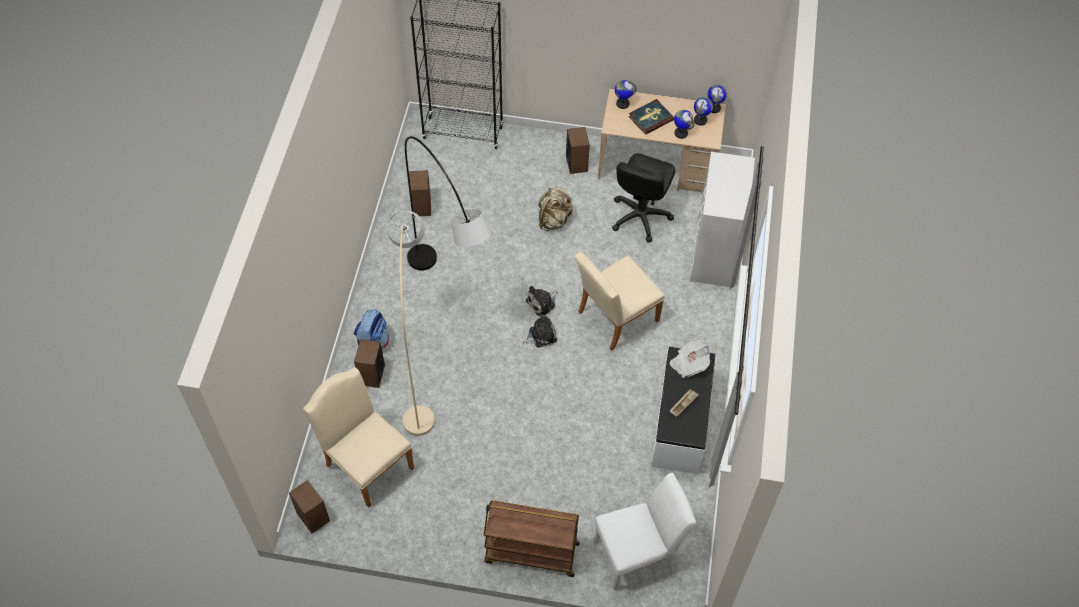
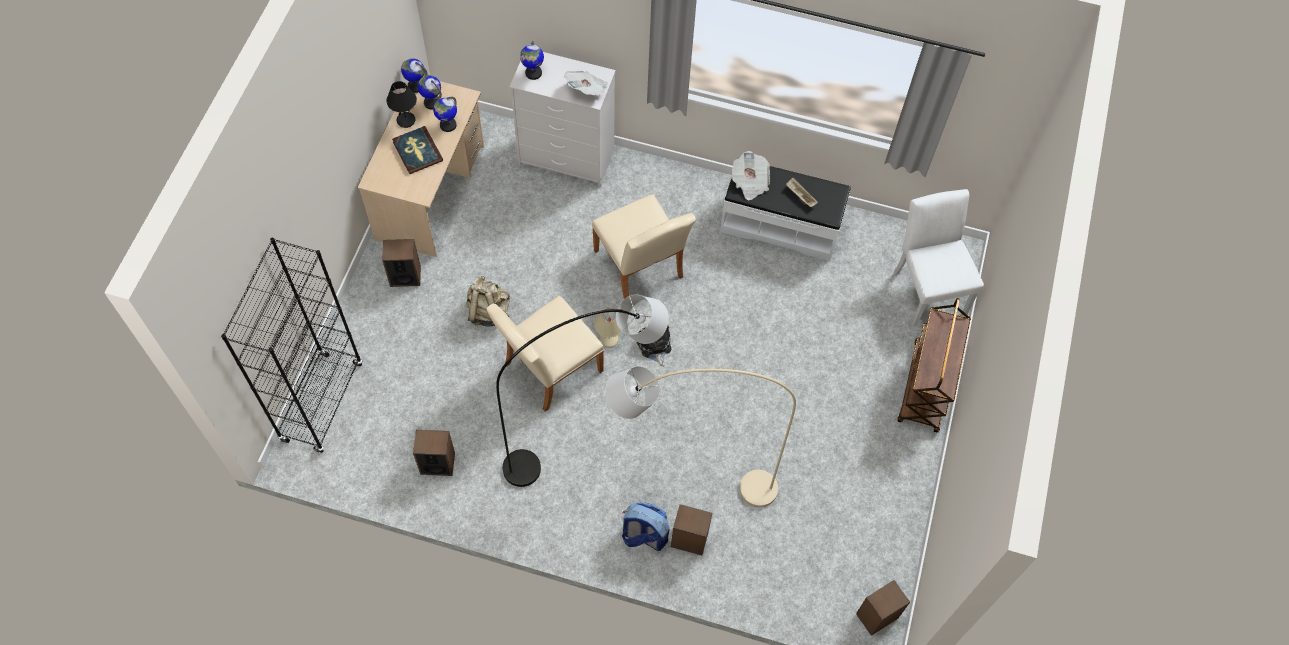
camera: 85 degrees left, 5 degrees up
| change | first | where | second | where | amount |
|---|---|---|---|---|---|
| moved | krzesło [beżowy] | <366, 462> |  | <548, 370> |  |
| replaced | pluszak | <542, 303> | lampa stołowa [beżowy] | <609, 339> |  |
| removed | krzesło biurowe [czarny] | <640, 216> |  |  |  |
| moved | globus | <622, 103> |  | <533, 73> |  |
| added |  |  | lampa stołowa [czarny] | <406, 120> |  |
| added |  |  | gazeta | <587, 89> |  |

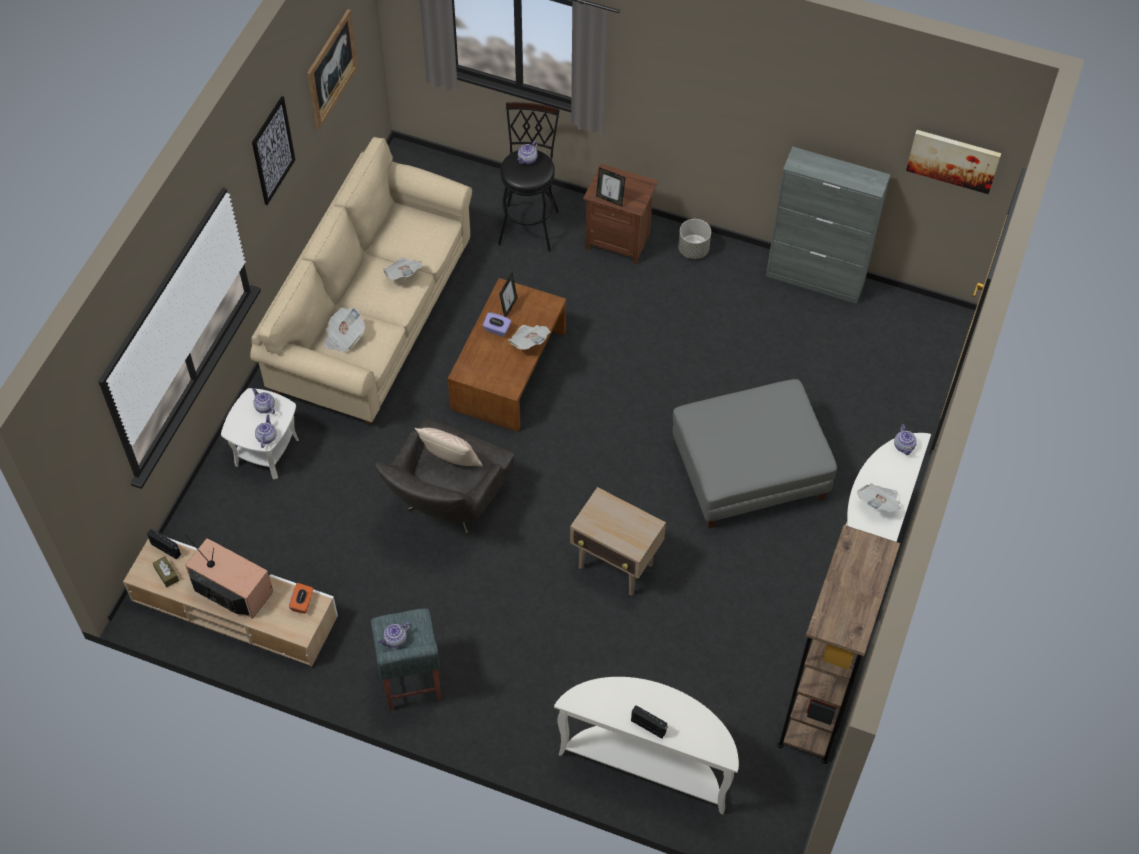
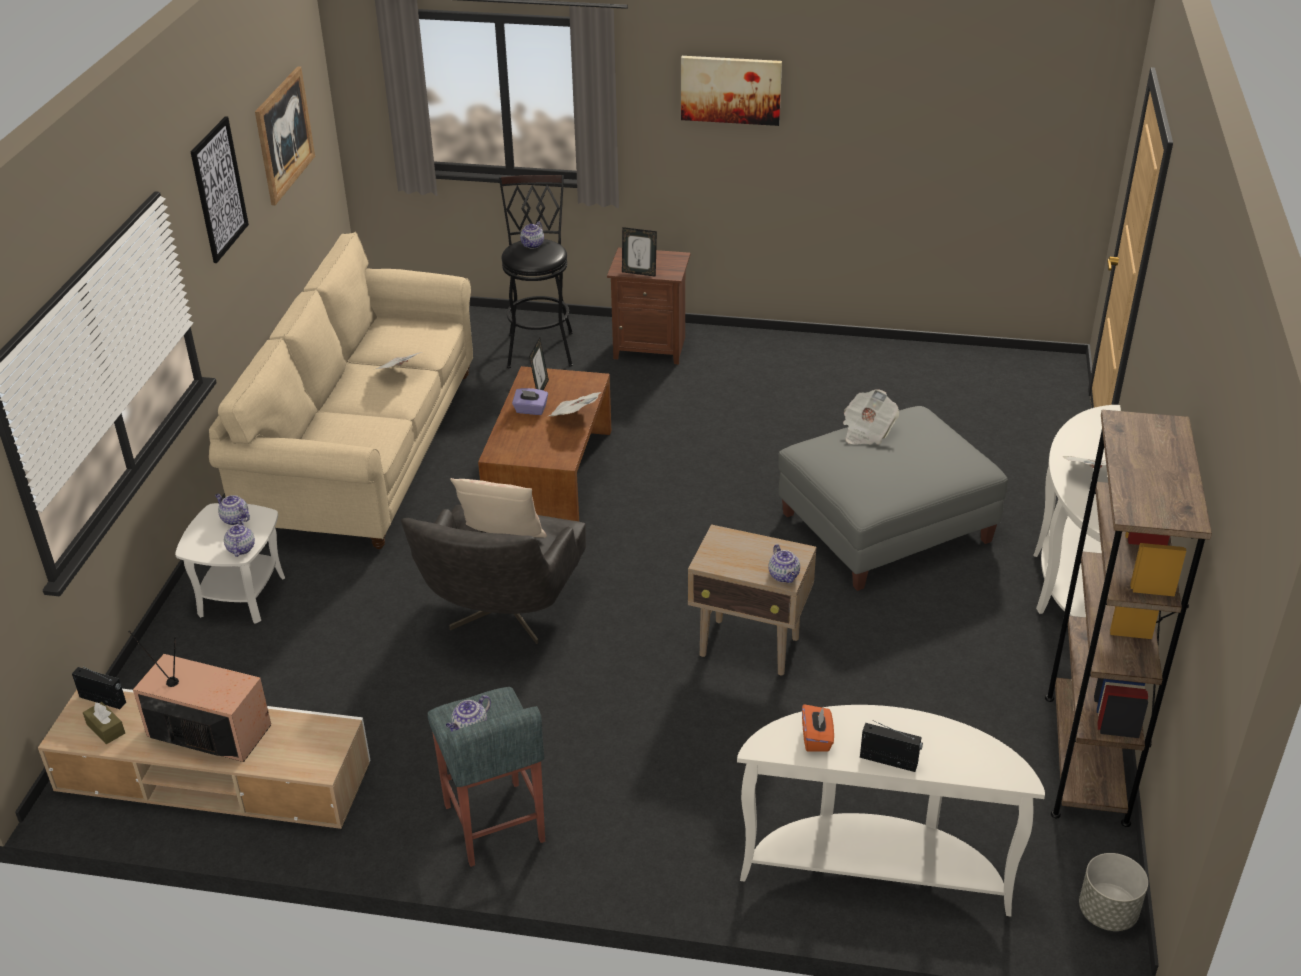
camera: 10 degrees left, 20 degrees down
| change | first | where | second | where | amount |
|---|---|---|---|---|---|
| moved | pudełko chusteczek [pomarańczowy] | <302, 603> |  | <816, 738> |  |
| moved | gazeta | <344, 337> |  | <867, 431> |  |
| moved | donica [szary] | <693, 250> |  | <1107, 913> |  |
| removed | szafka [szary] | <815, 279> |  |  |  |
| moved | imbryk | <904, 446> |  | <784, 576> |  |
| moved | obraz | <953, 160> |  | <731, 89> |  |

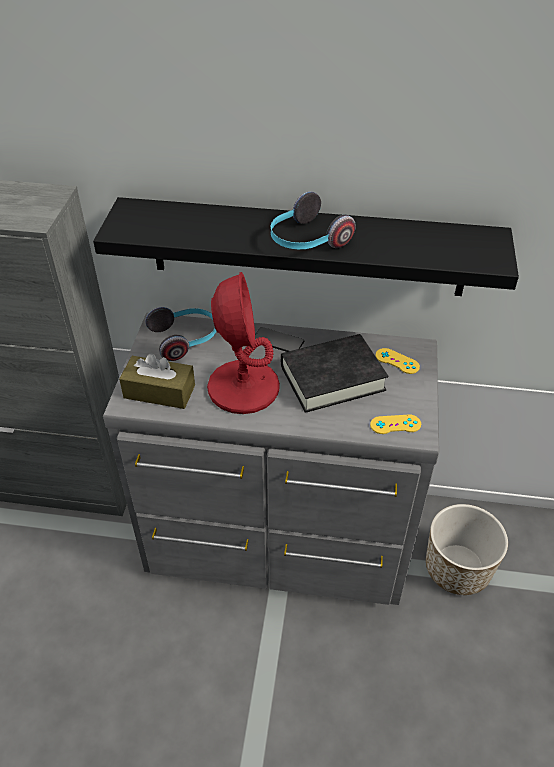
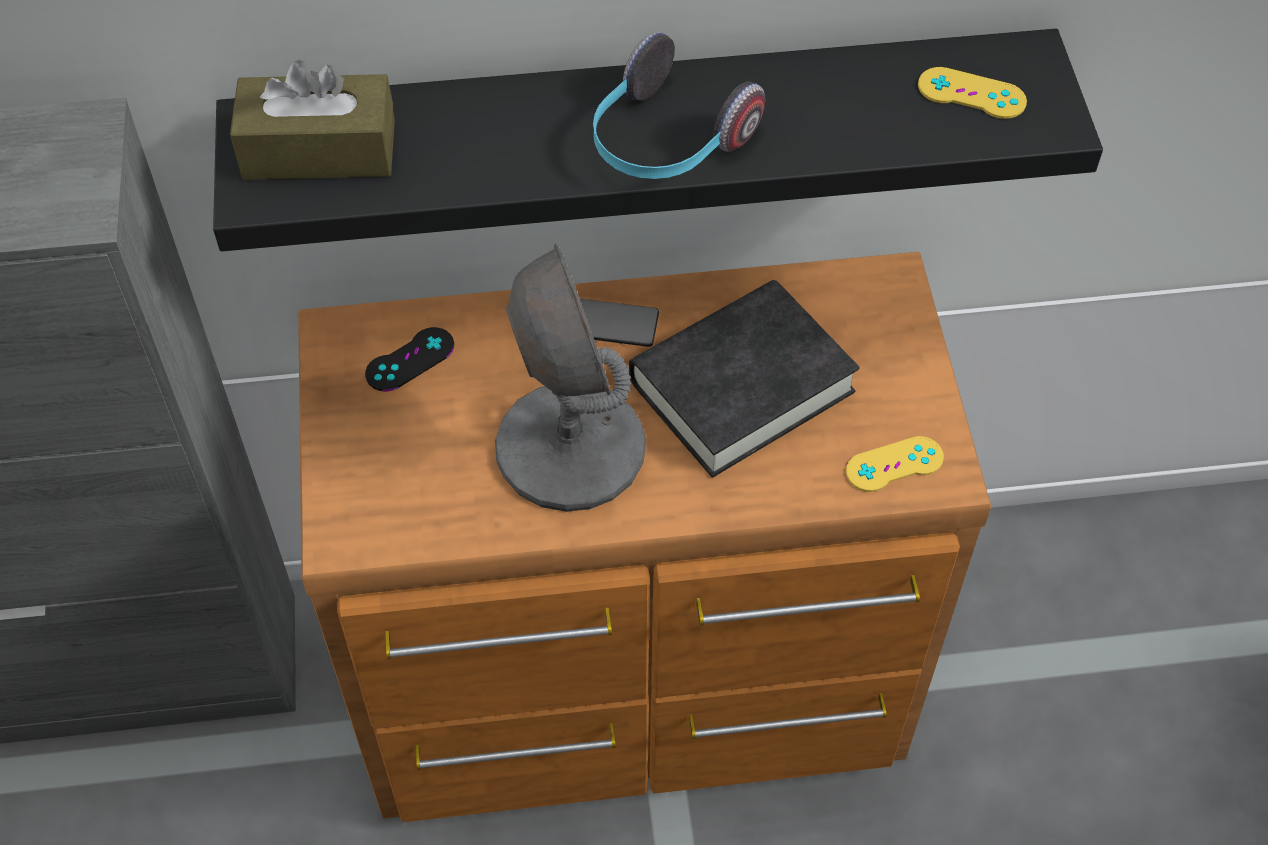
camera: 15 degrees left, 10 degrees up
| change | first | where | second | where | amount |
|---|---|---|---|---|---|
| recoloured | komoda [szary] | <279, 541> | komoda [brązowy] | <637, 685> |  |
| moved | pudełko chusteczek [brązowy] | <159, 391> |  | <319, 150> |  |
| replaced | słuchawki | <185, 339> | pad do gier [czarny] | <410, 360> |  |
| recoloured | lampa stołowa [czerwony] | <243, 387> | lampa stołowa [szary] | <570, 447> |  |
| moved | pad do gier [żółty] | <397, 361> |  | <971, 94> |  |
| removed | donica | <457, 569> |  |  |  |

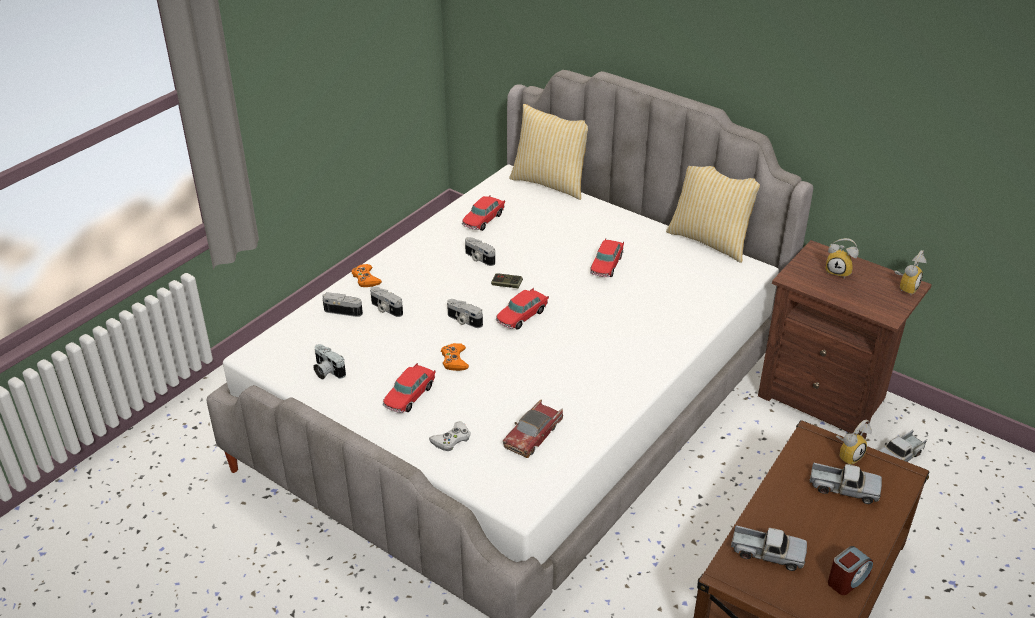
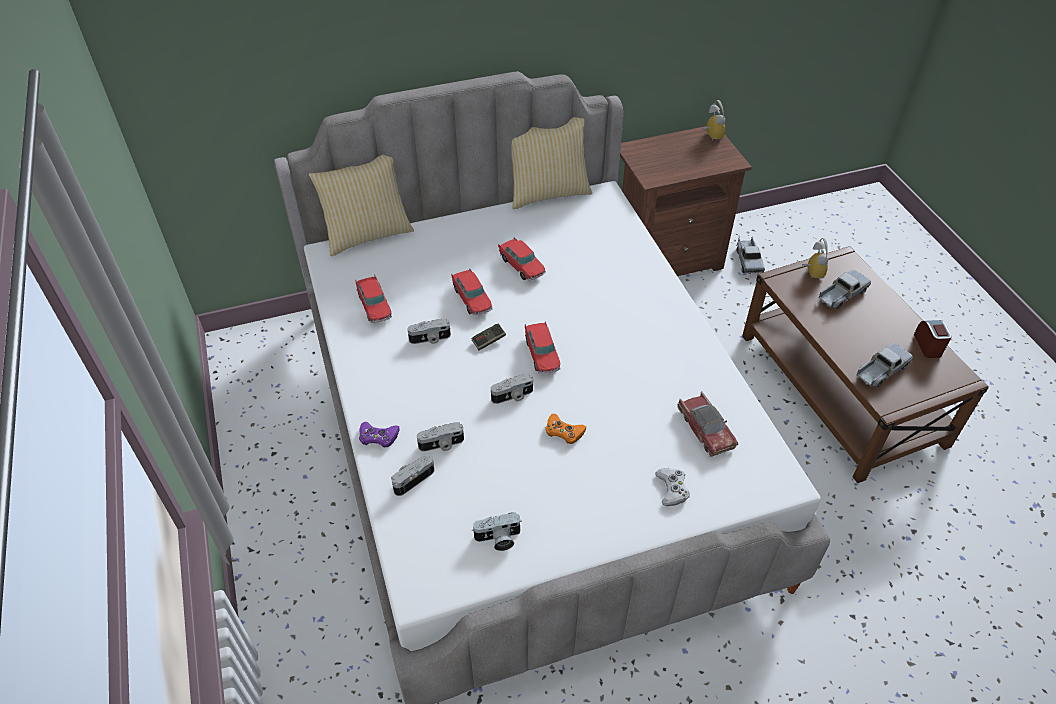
camera: 55 degrees left, 10 degrees up
| change | first | where | second | where | amount |
|---|---|---|---|---|---|
| recoloured | pad do gier [pomarańczowy] | <366, 279> | pad do gier [fioletowy] | <378, 437> |  |
| moved | samochodzik | <409, 396> |  | <472, 299> |  |
| removed | budzik | <839, 272> |  |  |  |

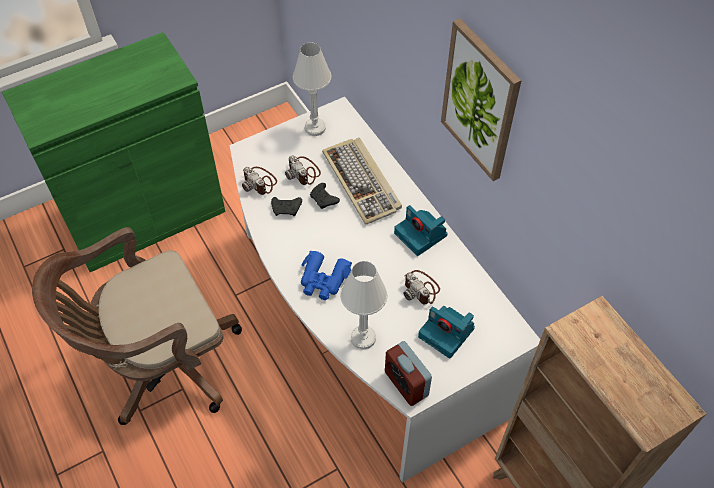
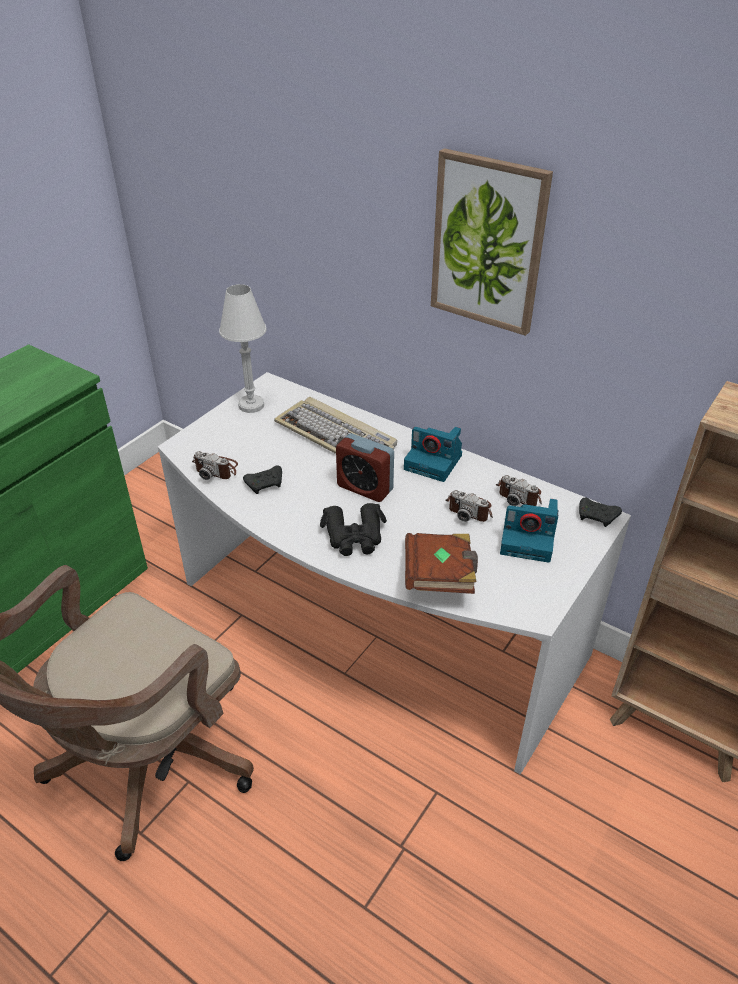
camera: 25 degrees left, 15 degrees down
| change | first | where | second | where | amount |
|---|---|---|---|---|---|
| moved | aparat fotograficzny | <303, 172> |  | <519, 495> |  |
| recoloured | lornetka [niebieski] | <323, 280> | lornetka [czarny] | <354, 536> |  |
| moved | pad do gier [czarny] | <324, 200> |  | <597, 517> |  |
| replaced | lampa stołowa [biały] | <363, 338> | książka [brązowy] | <440, 576> |  |
| moved | budzik | <406, 384> |  | <365, 488> |  |

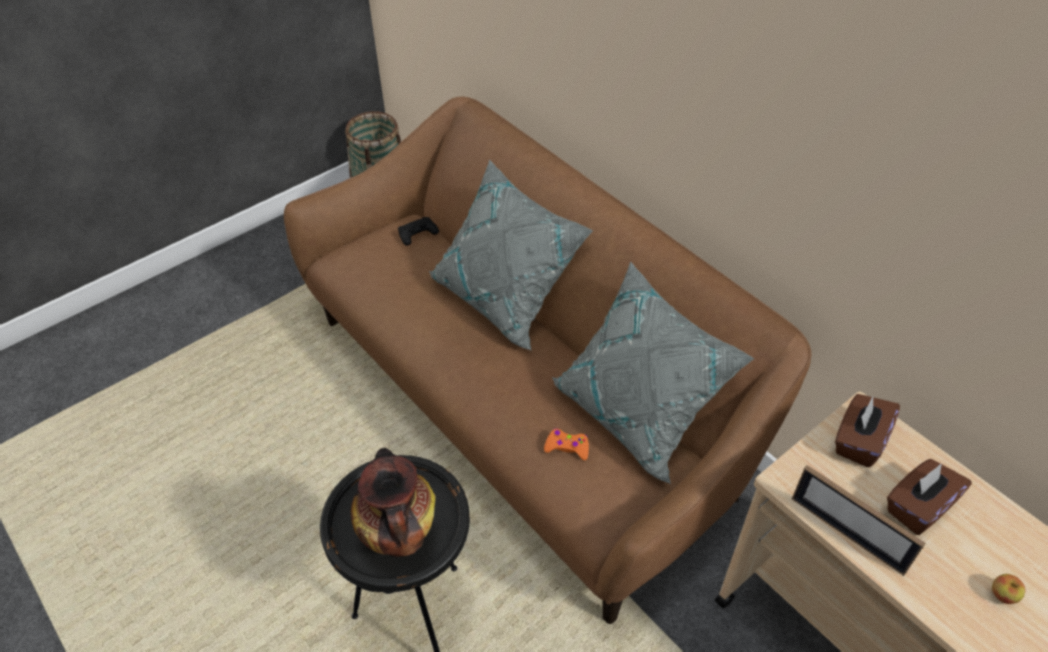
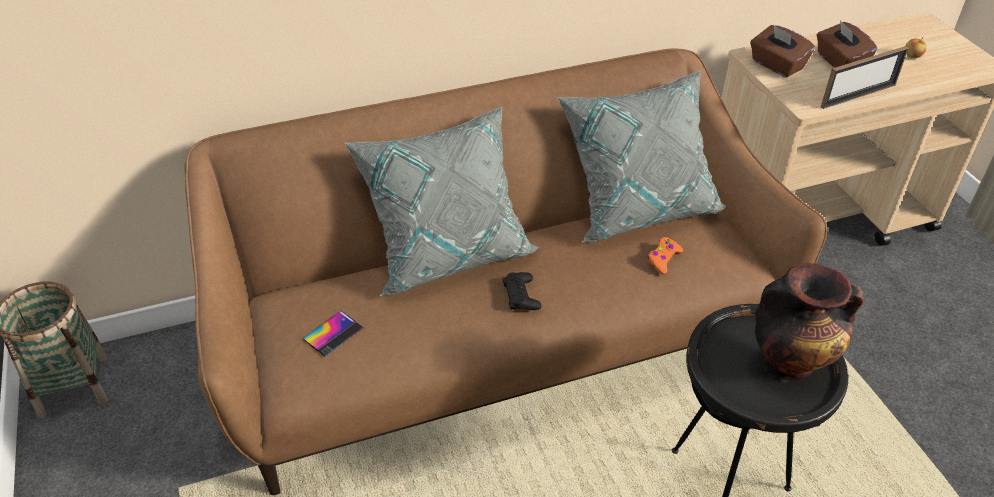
camera: 70 degrees left, 5 degrees down
| change | first | where | second | where | amount |
|---|---|---|---|---|---|
| moved | pad do gier [czarny] | <417, 234> |  | <521, 295> |  |
| added |  |  | telefon | <333, 333> |  |

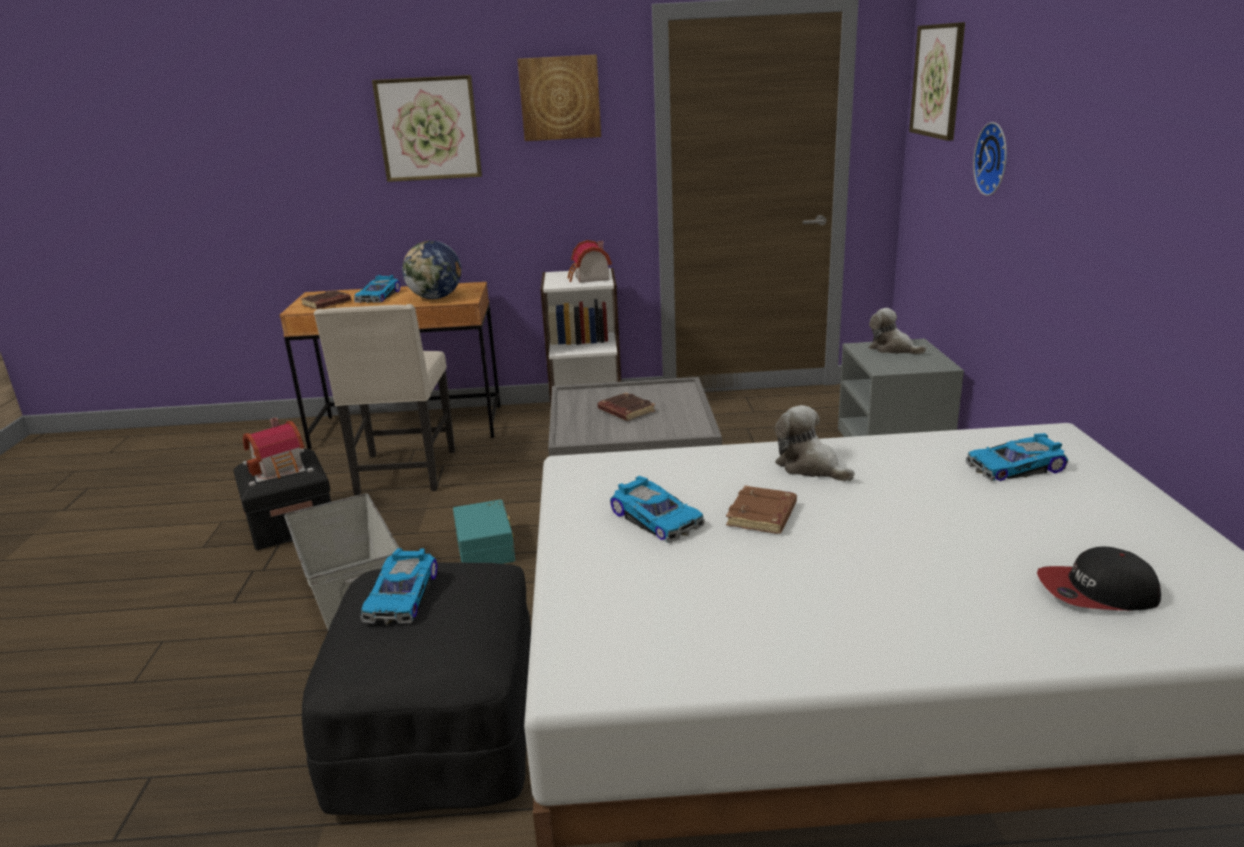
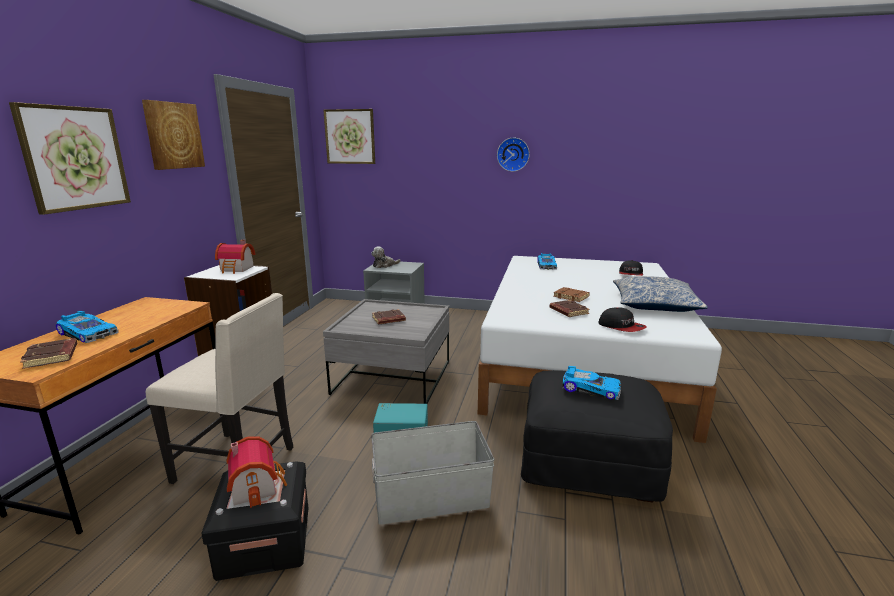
camera: 75 degrees left, 5 degrees down
| change | first | where | second | where | amount |
|---|---|---|---|---|---|
| removed | globus | <436, 298> |  |  |  |
| replaced | samochodzik | <657, 518> | książka [brązowy] | <568, 311> |  |
| removed | pluszak | <810, 467> |  |  |  |
| moved | zegar ścienny | <995, 158> |  | <513, 154> |  |
| added |  |  | czapka z daszkiem | <621, 327> |  |
| added |  |  | poduszka | <654, 304> |  |

